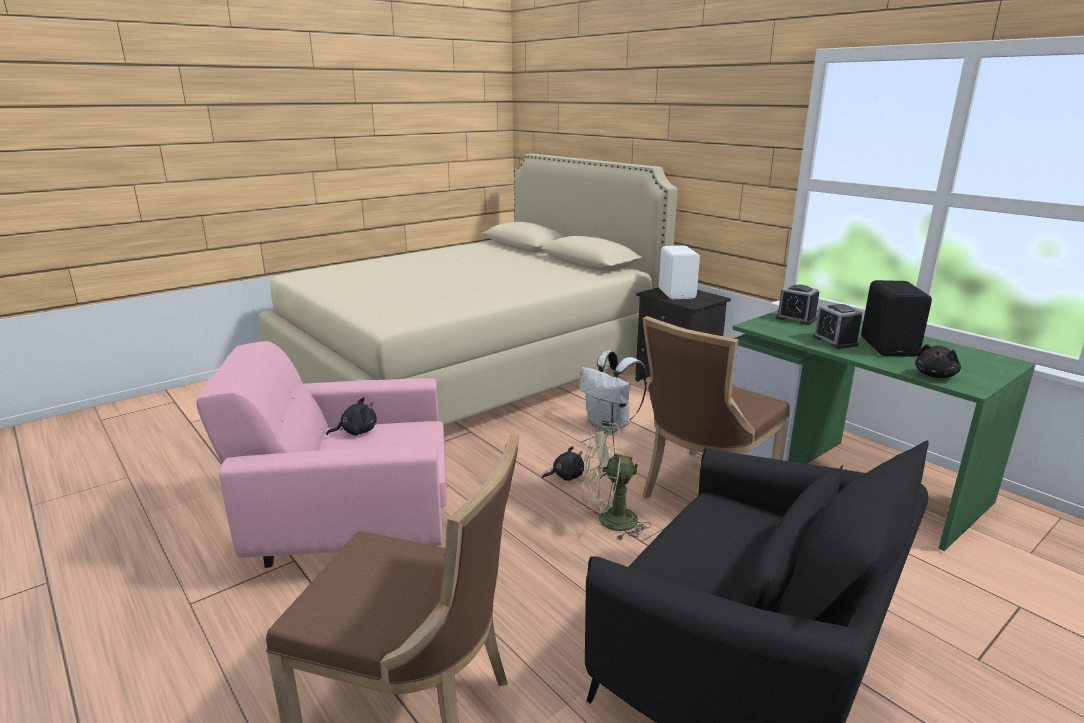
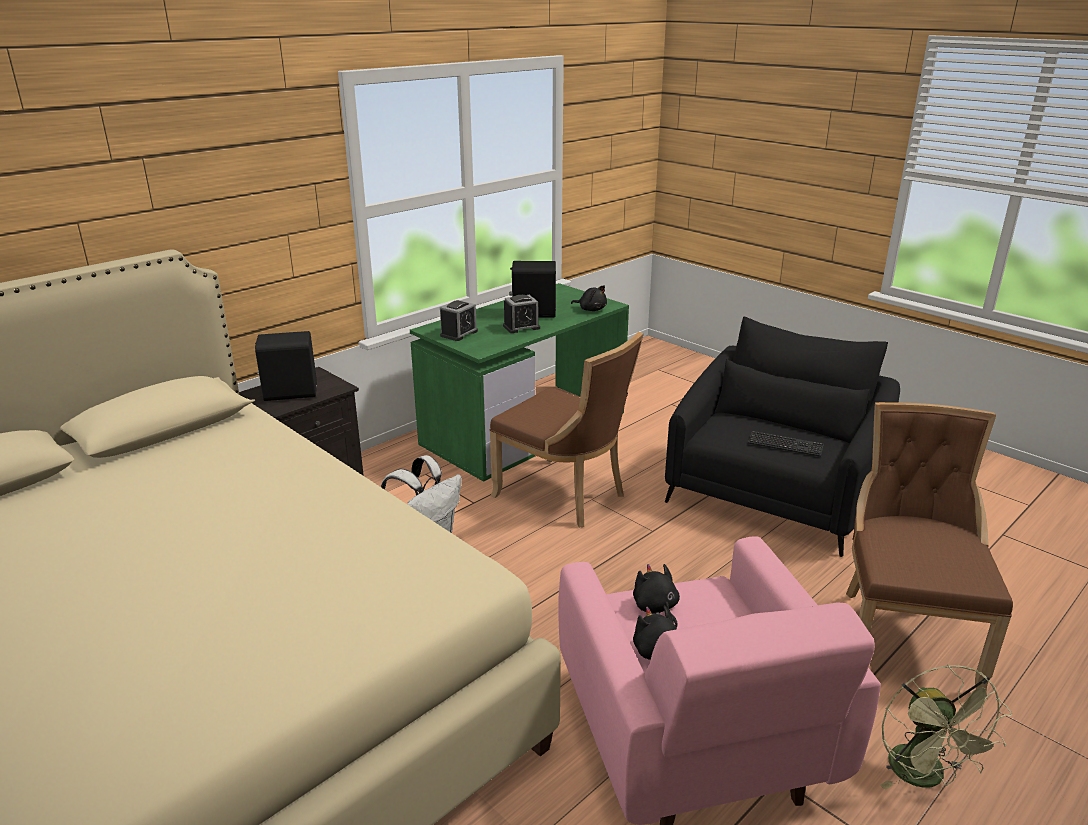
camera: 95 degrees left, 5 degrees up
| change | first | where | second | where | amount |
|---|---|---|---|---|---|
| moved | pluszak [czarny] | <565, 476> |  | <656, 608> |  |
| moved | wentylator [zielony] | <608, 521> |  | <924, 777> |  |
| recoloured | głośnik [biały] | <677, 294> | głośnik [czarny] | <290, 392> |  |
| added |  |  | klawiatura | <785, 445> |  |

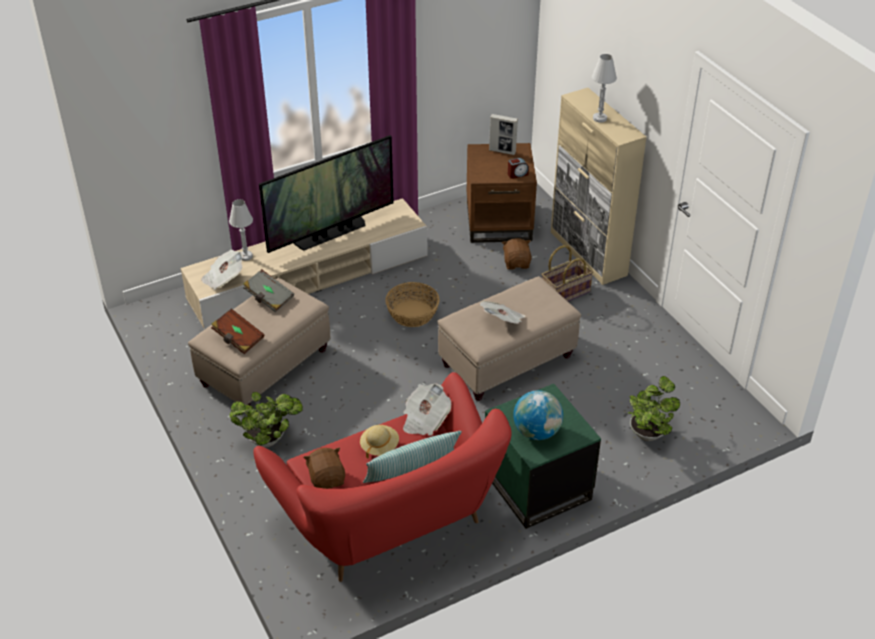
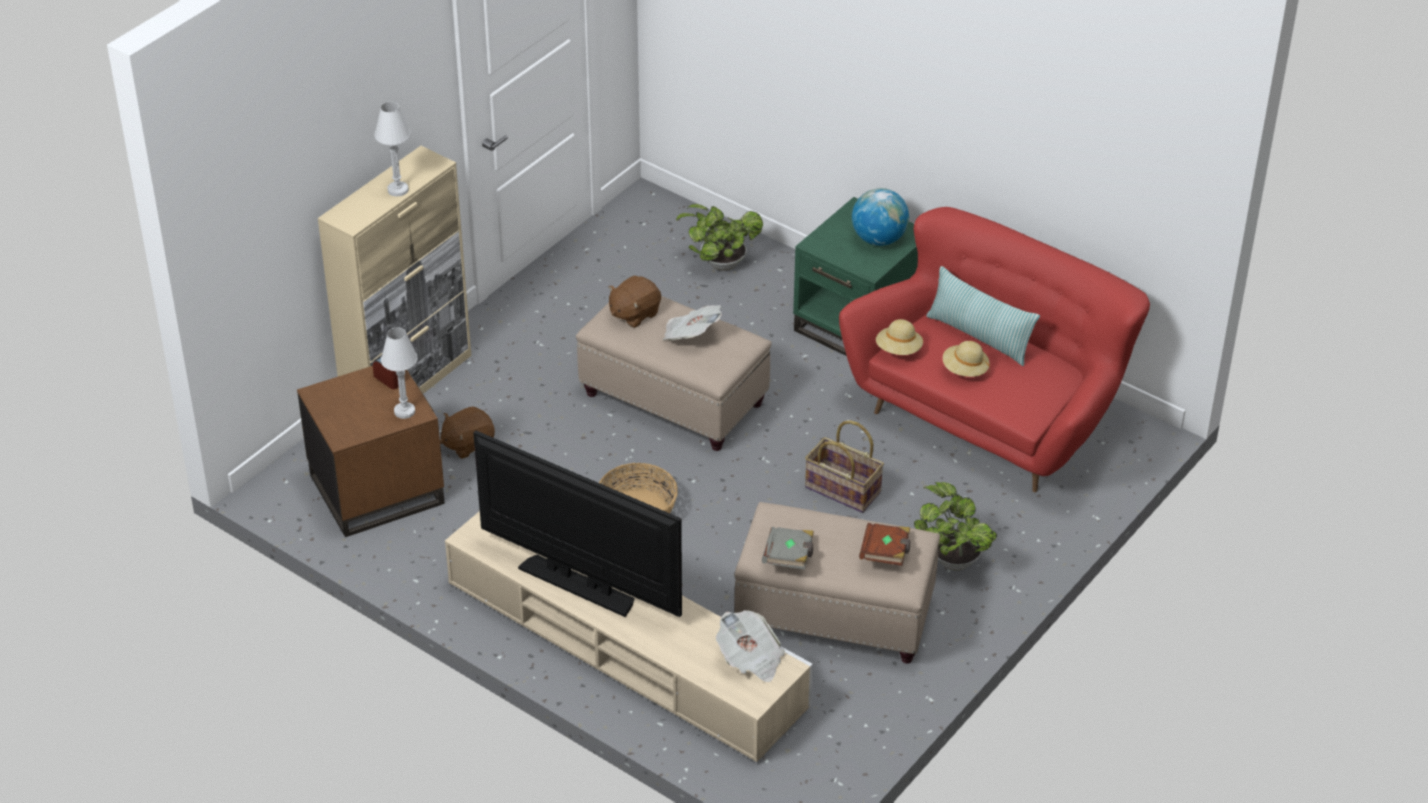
camera: 115 degrees left, 0 degrees up
| change | first | where | second | where | amount |
|---|---|---|---|---|---|
| moved | lampa stołowa [biały] | <245, 256> |  | <404, 411> |  |
| moved | pluszak [brązowy] | <327, 479> |  | <634, 314> |  |
| replaced | gazeta | <424, 420> | kapelusz [beżowy] | <899, 350> |  |
| removed | ramka na zdjęcie | <502, 151> |  |  |  |
| moved | koszyk | <565, 292> |  | <842, 490> |  |

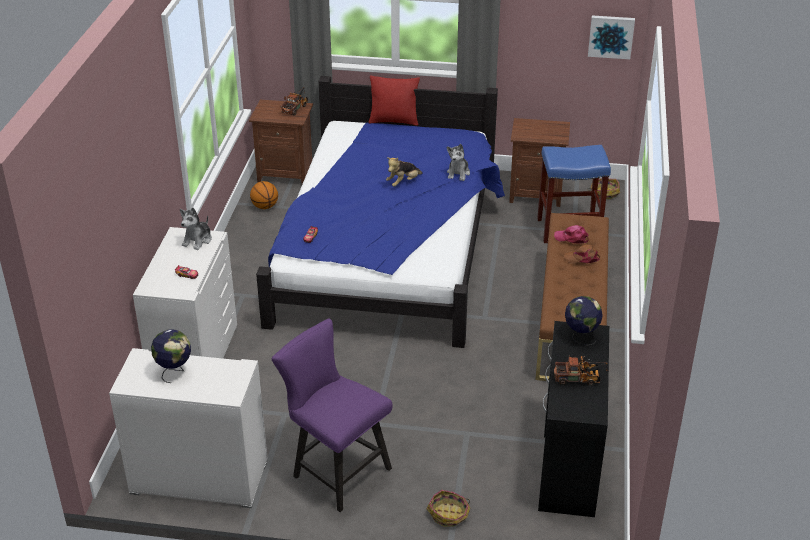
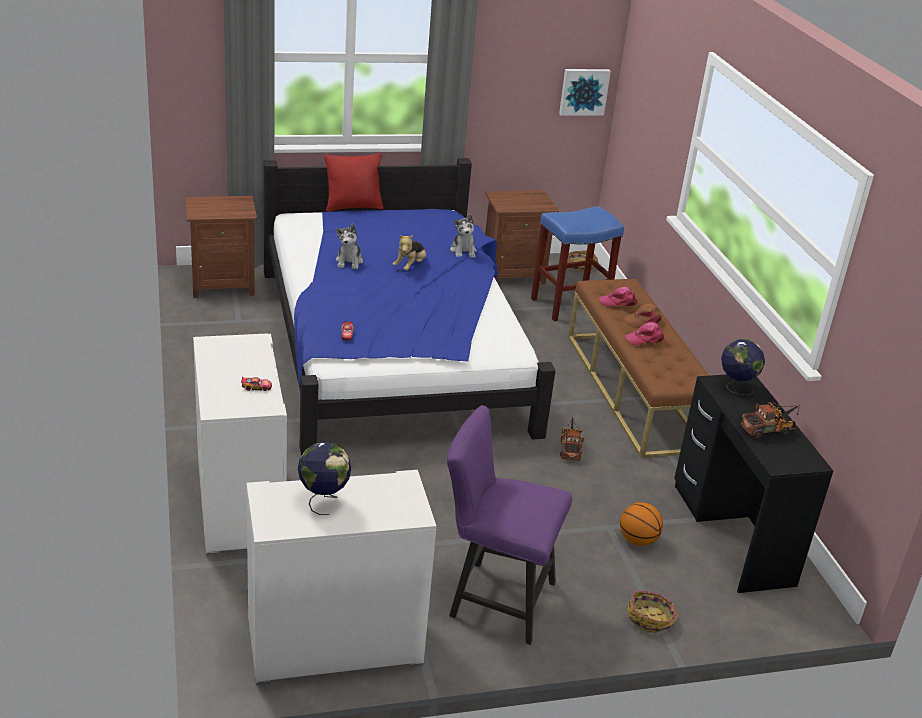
camera: 25 degrees left, 5 degrees down
| change | first | where | second | where | amount |
|---|---|---|---|---|---|
| moved | pluszak | <198, 240> |  | <349, 261> |  |
| moved | piłka do koszykówki | <265, 207> |  | <637, 540> |  |
| moved | ciężarówka zabawkowa | <296, 108> |  | <570, 447> |  |
| added |  |  | czapka z daszkiem [różowy] | <645, 339> |  |

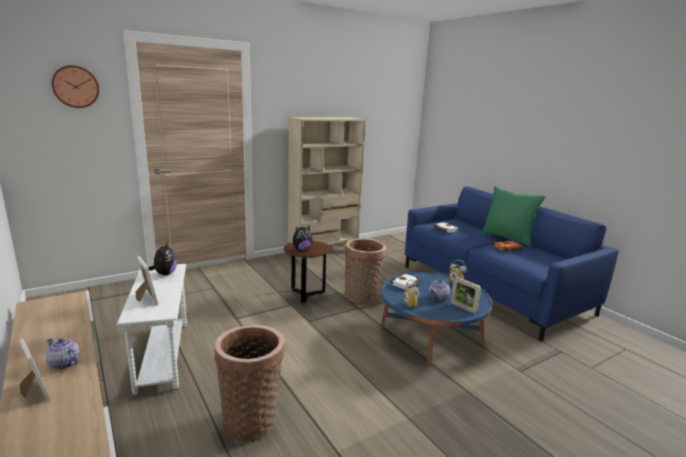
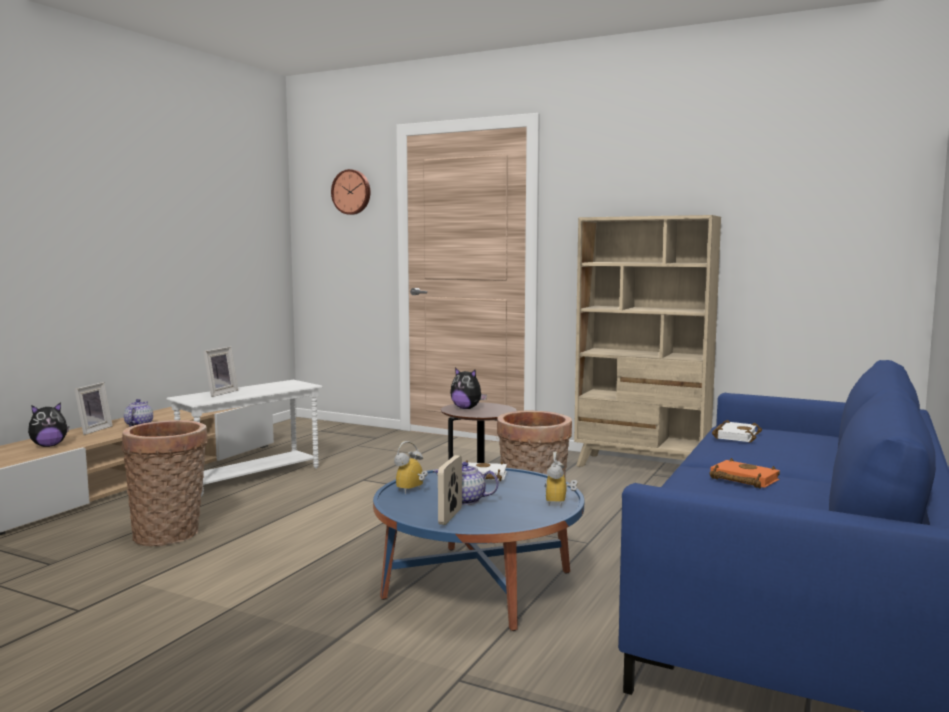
camera: 60 degrees right, 10 degrees down
| change | first | where | second | where | amount |
|---|---|---|---|---|---|
| moved | pluszak | <164, 274> |  | <49, 446> |  |
| removed | poduszka [zielony] | <507, 238> |  |  |  |

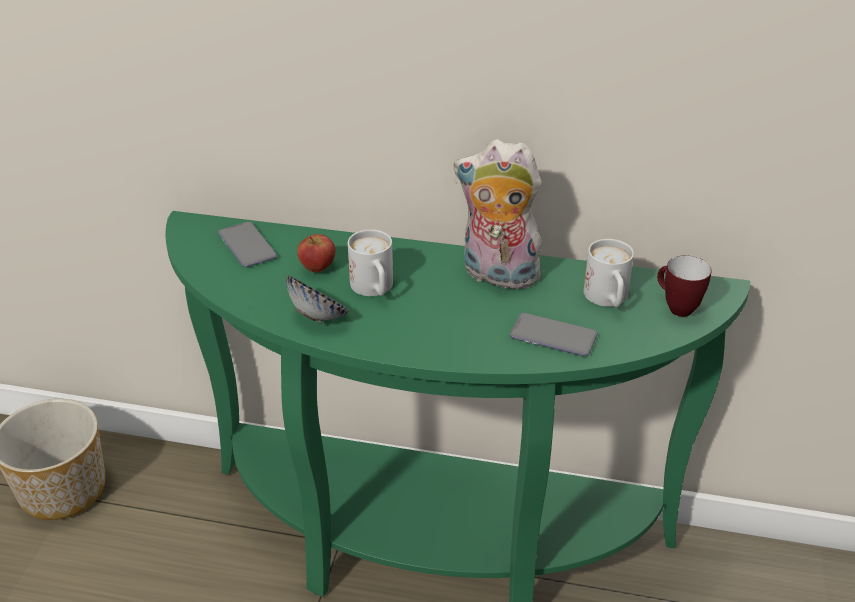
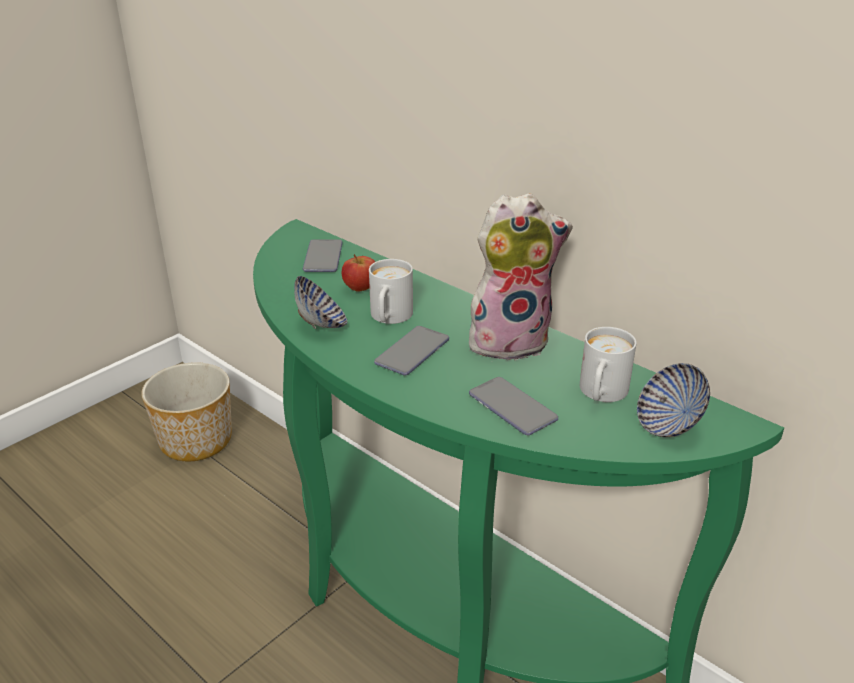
camera: 30 degrees right, 5 degrees down
| change | first | where | second | where | amount |
|---|---|---|---|---|---|
| turned | pluszak | <497, 275> |  | <510, 340> | 120 degrees clockwise |
| replaced | kubek | <675, 307> | miska | <668, 424> |  |
| added |  |  | telefon | <412, 352> |  |

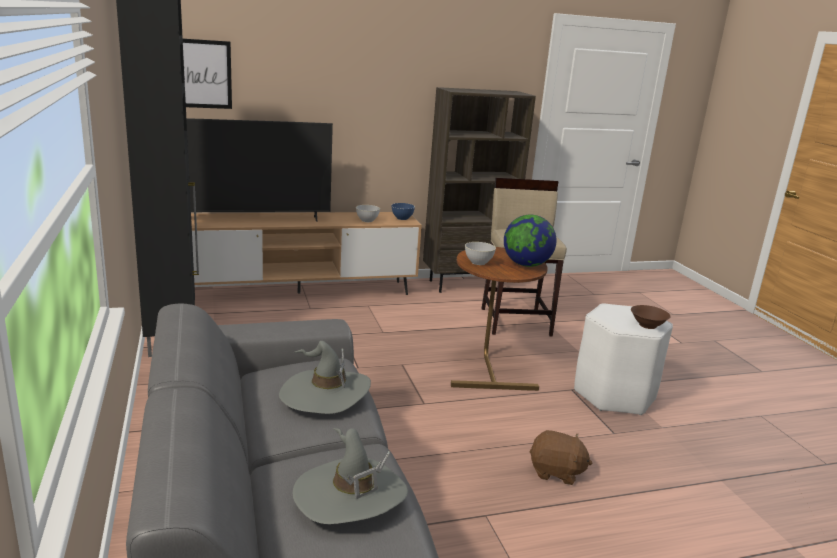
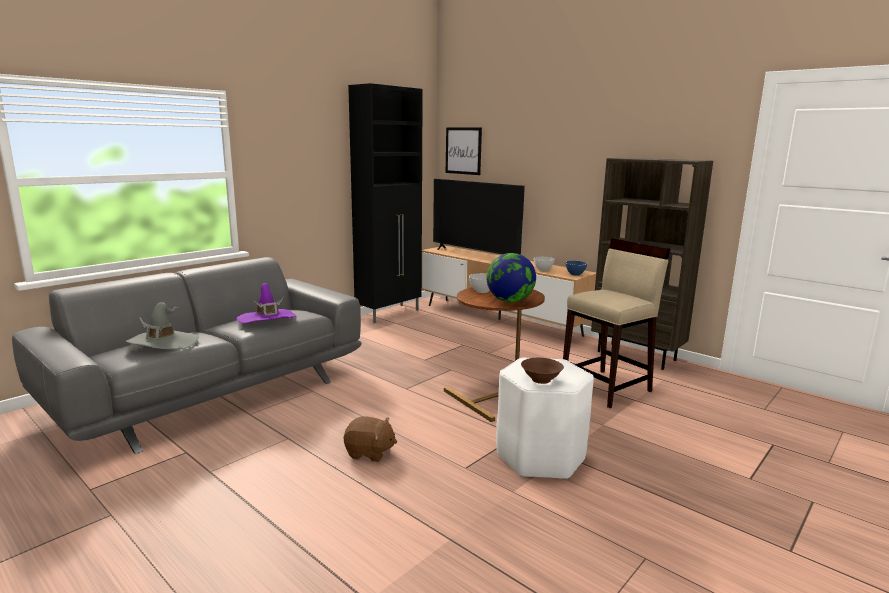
camera: 60 degrees right, 5 degrees down
| change | first | where | second | where | amount |
|---|---|---|---|---|---|
| recoloured | kapelusz [szary] | <325, 394> | kapelusz [fioletowy] | <267, 319> |  |
| turned | pluszak [brązowy] | <556, 472> |  | <369, 453> | 60 degrees counterclockwise |

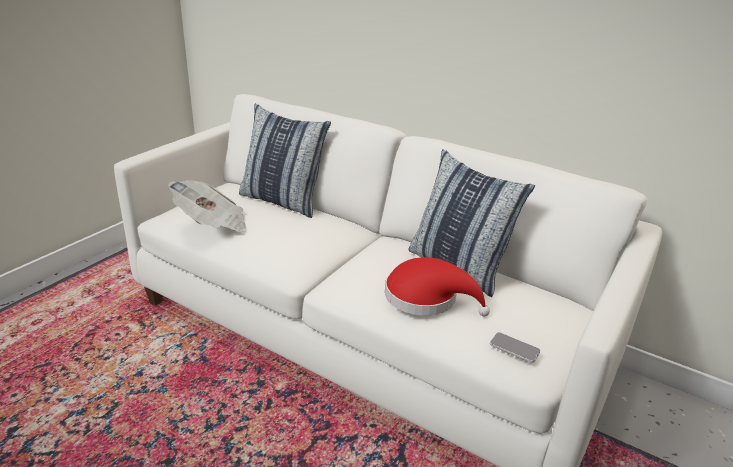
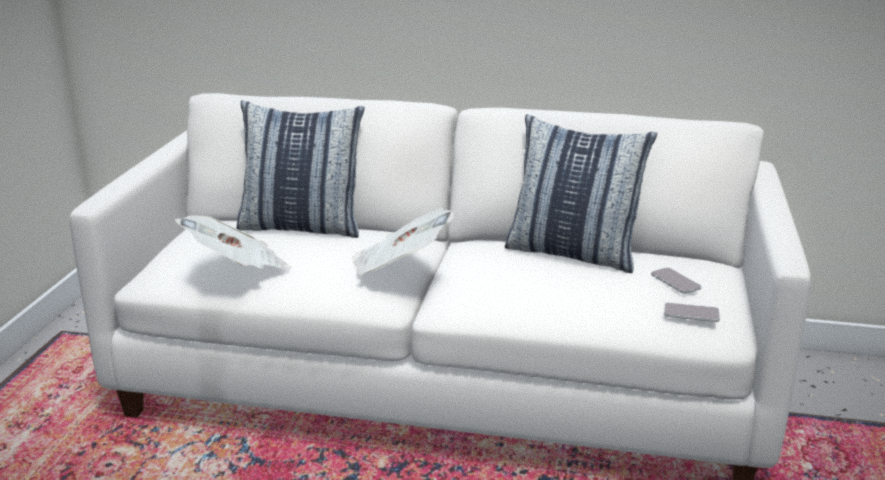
camera: 20 degrees left, 5 degrees down
| change | first | where | second | where | amount |
|---|---|---|---|---|---|
| removed | kapelusz [czerwony] | <427, 298> |  |  |  |
| added |  |  | gazeta | <399, 267> |  |
| added |  |  | telefon | <675, 281> |  |

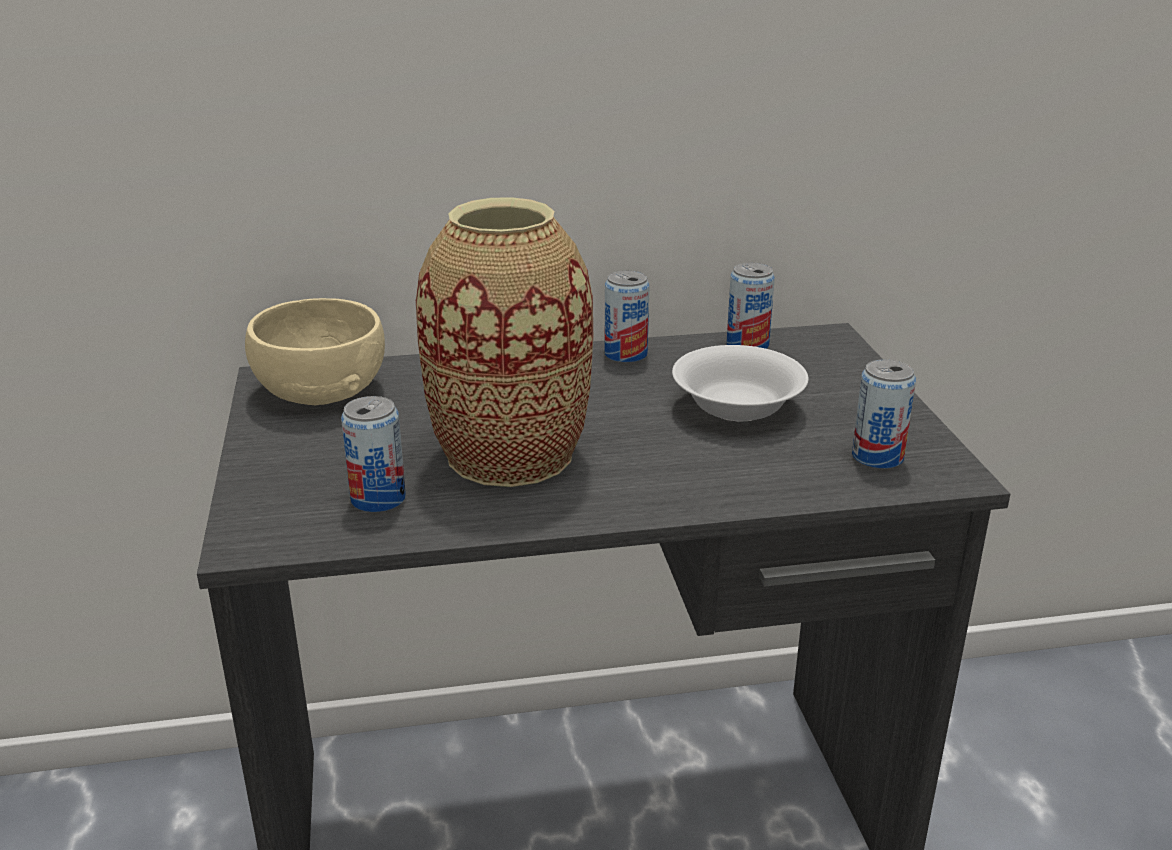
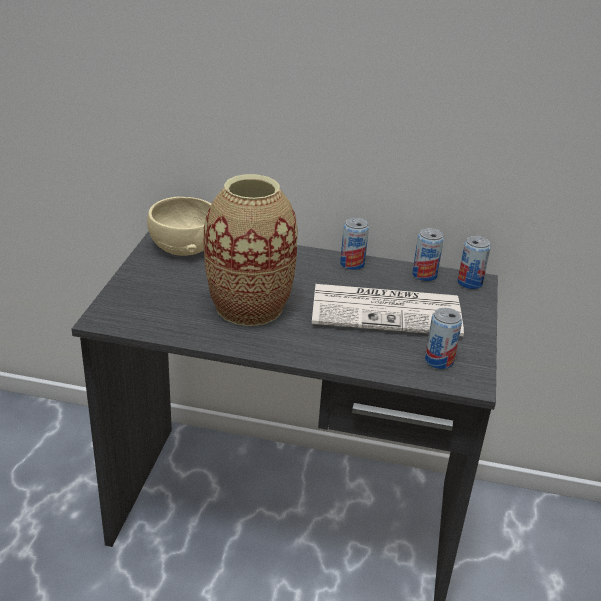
camera: 20 degrees right, 5 degrees up
| change | first | where | second | where | amount |
|---|---|---|---|---|---|
| moved | puszka | <378, 499> |  | <469, 283> |  |
| replaced | miska [biały] | <738, 406> | gazeta | <388, 311> |  |

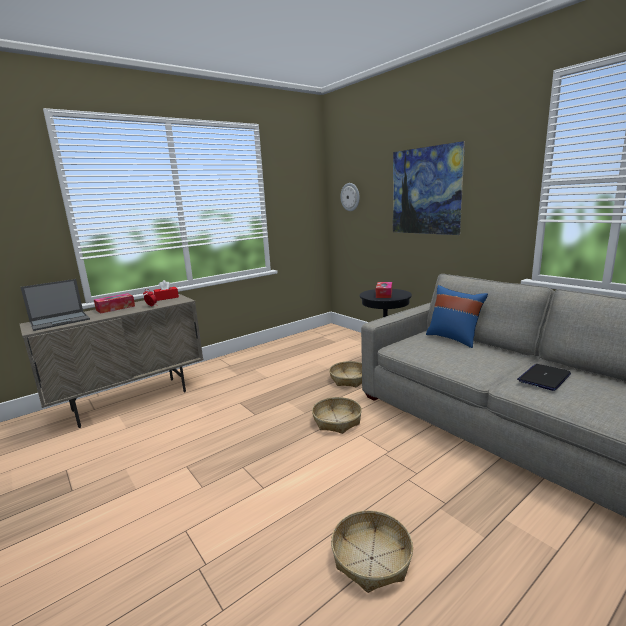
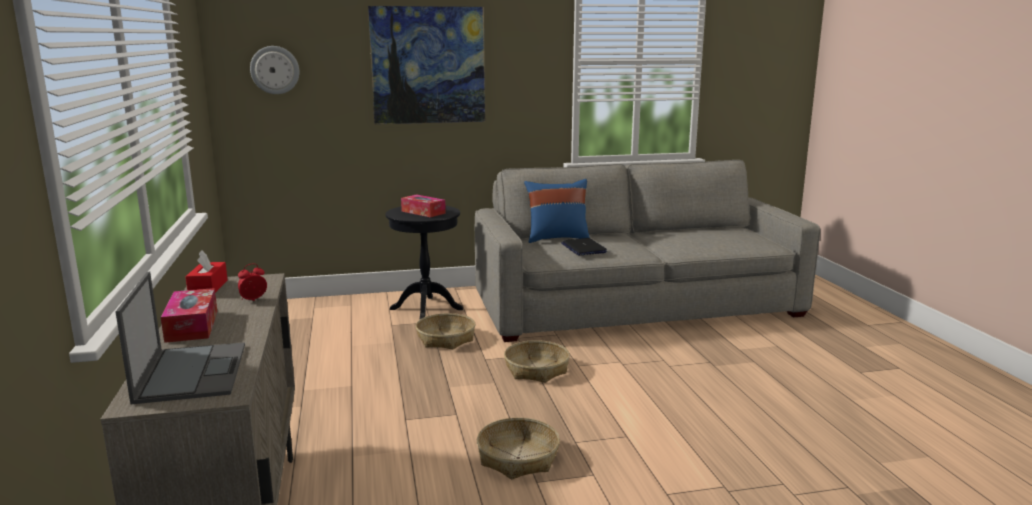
camera: 65 degrees left, 0 degrees up
| change | first | where | second | where | amount |
|---|---|---|---|---|---|
| moved | koszyk | <371, 558> |  | <517, 458> |  |
| moved | laptop | <544, 378> |  | <583, 248> |  |

